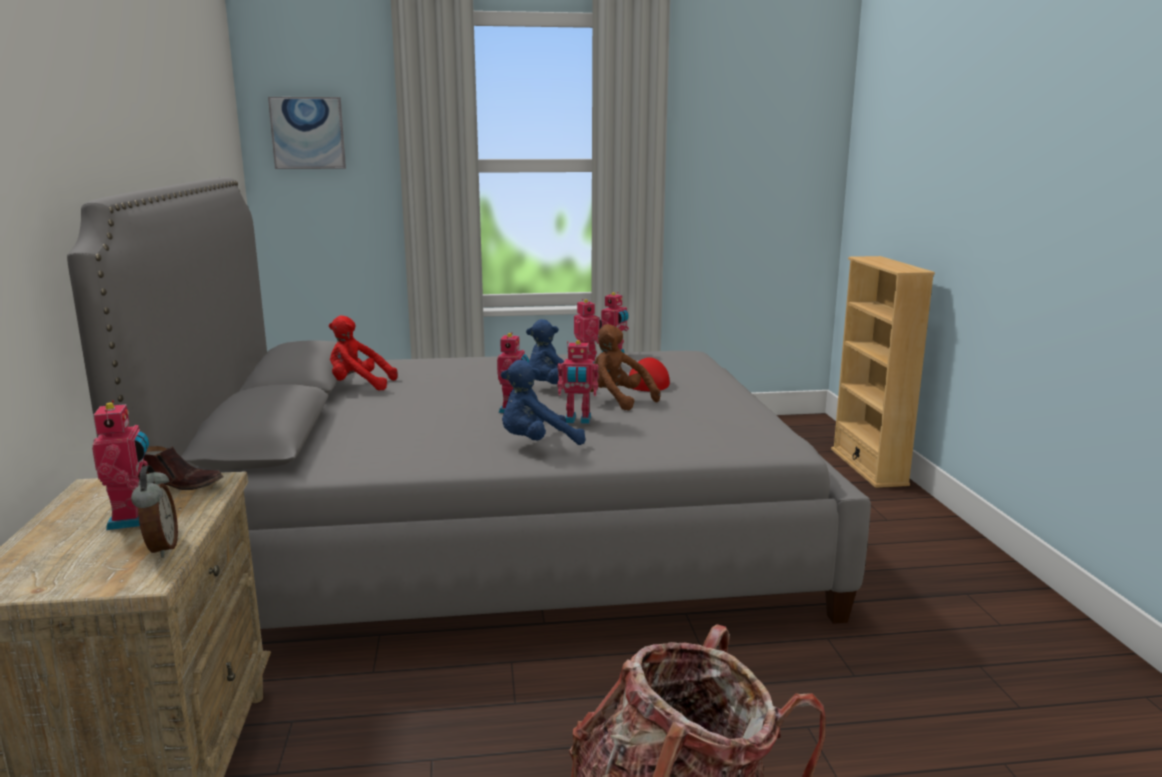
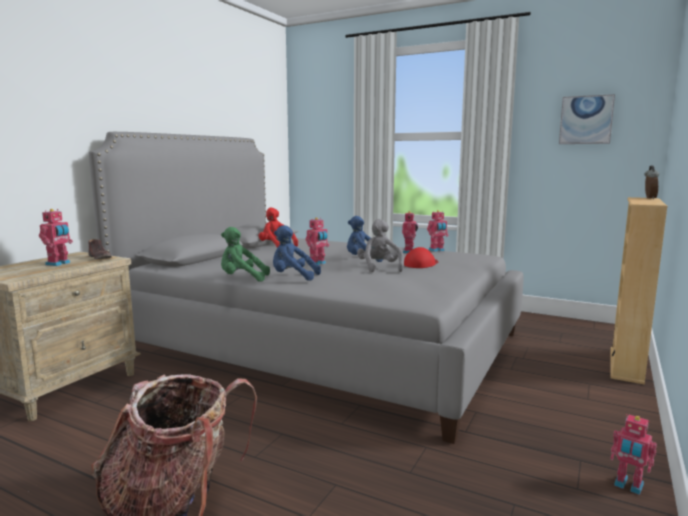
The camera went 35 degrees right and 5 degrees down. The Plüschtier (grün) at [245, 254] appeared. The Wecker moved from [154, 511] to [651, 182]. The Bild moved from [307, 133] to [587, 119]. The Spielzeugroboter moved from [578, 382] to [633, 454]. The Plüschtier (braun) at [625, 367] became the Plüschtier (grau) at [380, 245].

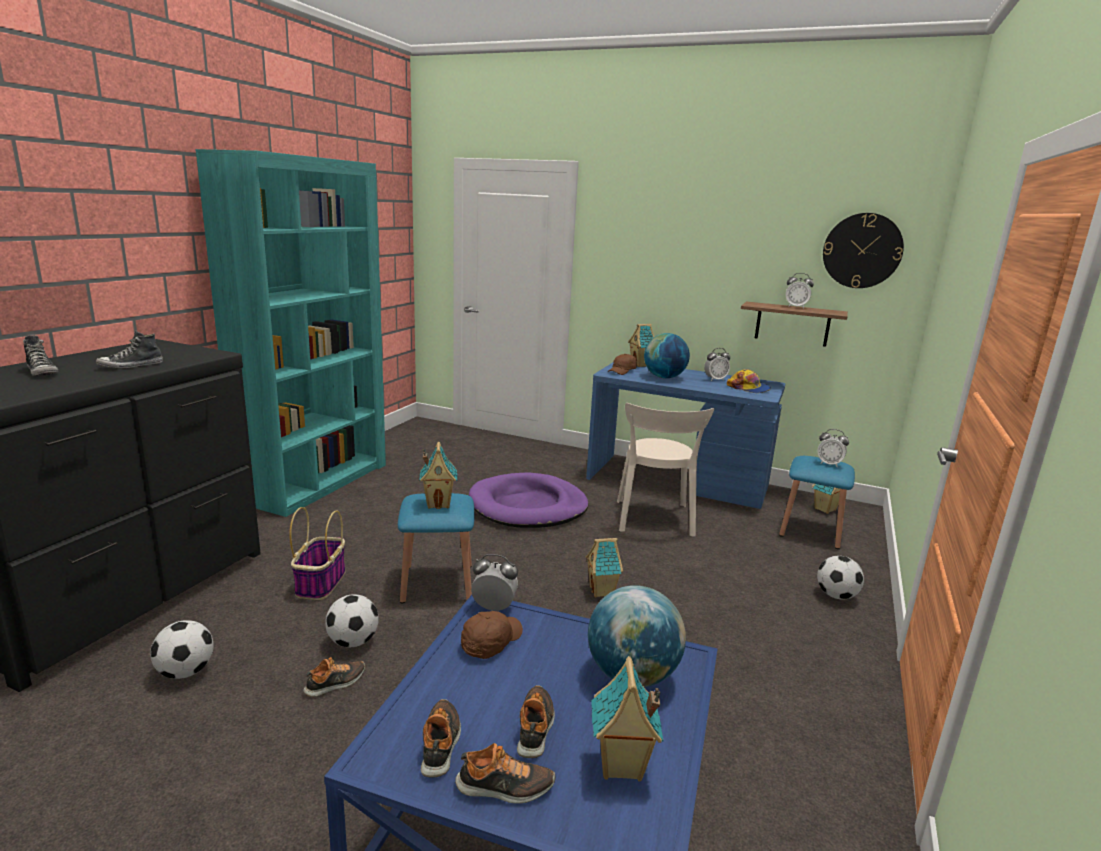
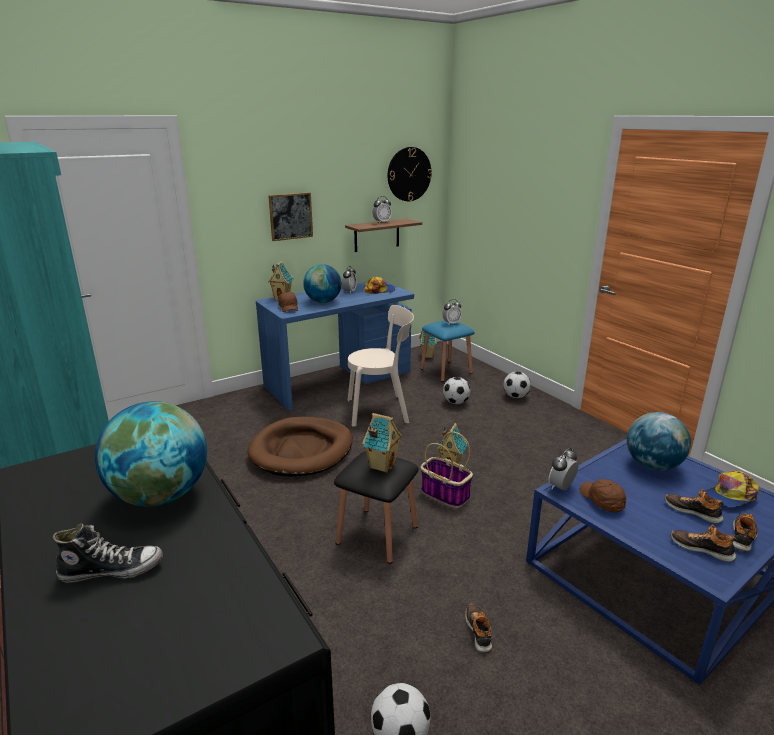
The camera went 55 degrees left and 5 degrees up. The Bild at [290, 216] appeared. The Korb moved from [317, 553] to [447, 469]. The Fußball moved from [352, 620] to [457, 390]. The Schuh at [129, 350] was replaced by the Globus at [151, 454]. The Spielzeughaus at [627, 719] was replaced by the Kappe at [731, 489]. The Hocker (blau) at [436, 548] became the Hocker (schwarz) at [376, 507]. The Hundebett (lila) at [528, 500] became the Hundebett (braun) at [300, 446]. The Stuhl (beige) at [665, 470] turned 45 degrees counterclockwise.

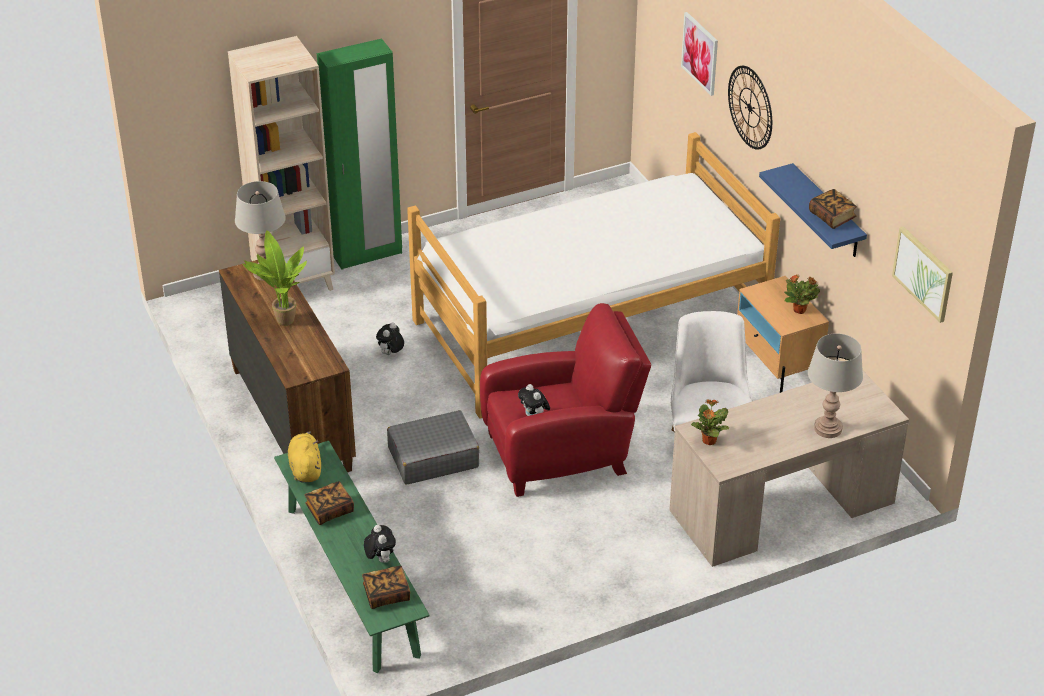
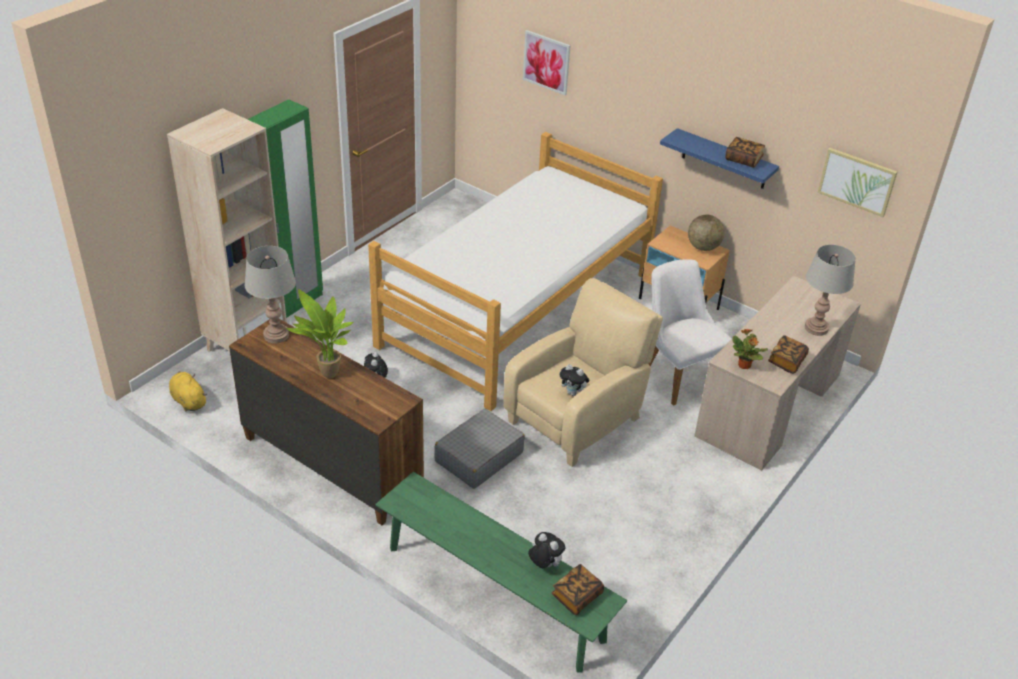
The camera went 30 degrees left and 0 degrees up. The Wanduhr at [750, 108] disappeared. The Plüschtier (gelb) moved from [304, 457] to [188, 391]. The Buch moved from [329, 503] to [788, 354]. The Topfpflanze at [802, 294] was replaced by the Globus at [706, 233]. The Sessel (rot) at [565, 400] became the Sessel (beige) at [583, 372].

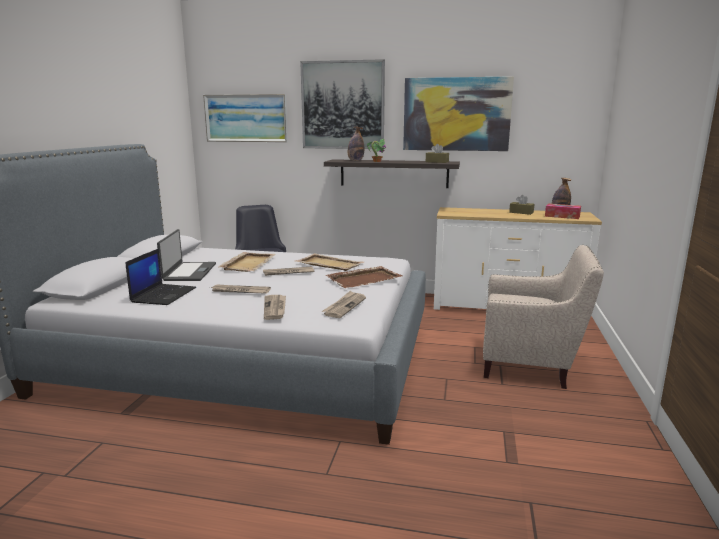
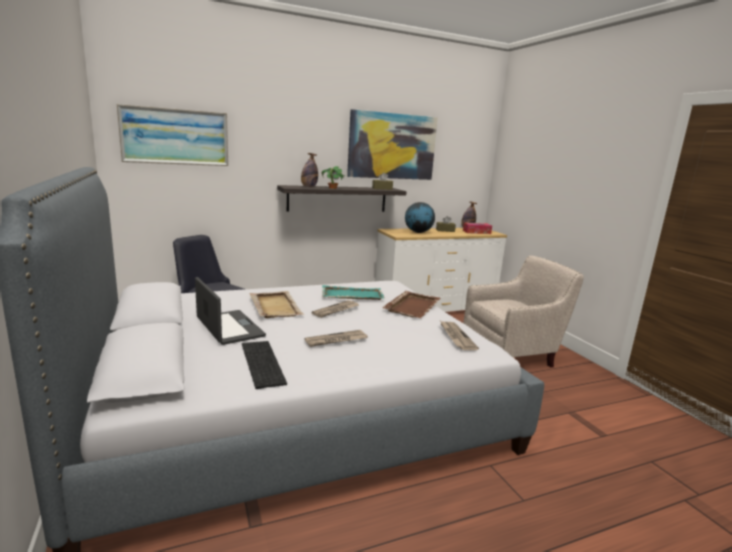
The camera went 35 degrees left and 0 degrees up. The Zeitung at [275, 307] disappeared. The Bild at [342, 104] disappeared. The Globus at [420, 217] appeared. The Laptop at [160, 276] was replaced by the Tastatur at [264, 365]. The Tablett (beige) at [330, 262] became the Tablett (türkis) at [353, 292].

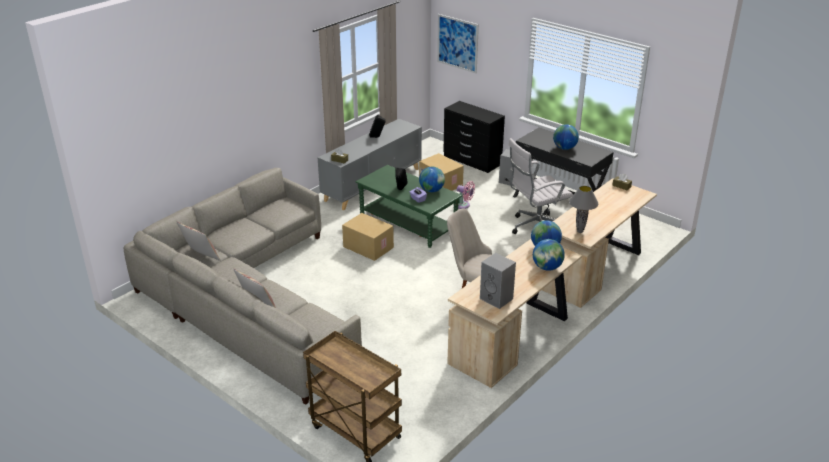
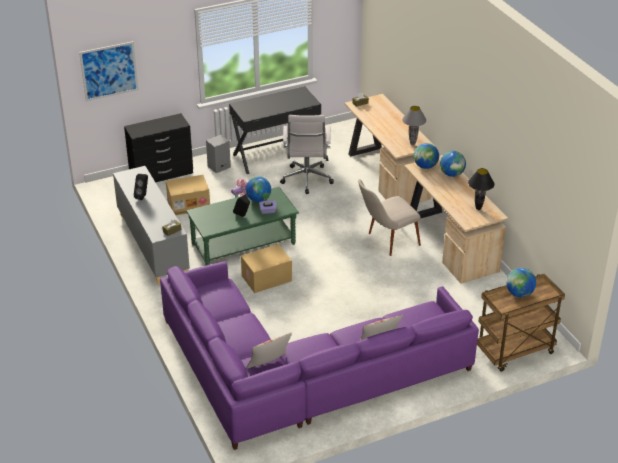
The camera went 65 degrees left and 5 degrees up. The Globus moved from [566, 137] to [521, 283]. The Lautsprecher (grau) at [498, 281] was replaced by the Tischlampe (schwarz) at [481, 189]. The Sofa (grau) at [243, 286] became the Sofa (lila) at [319, 355].

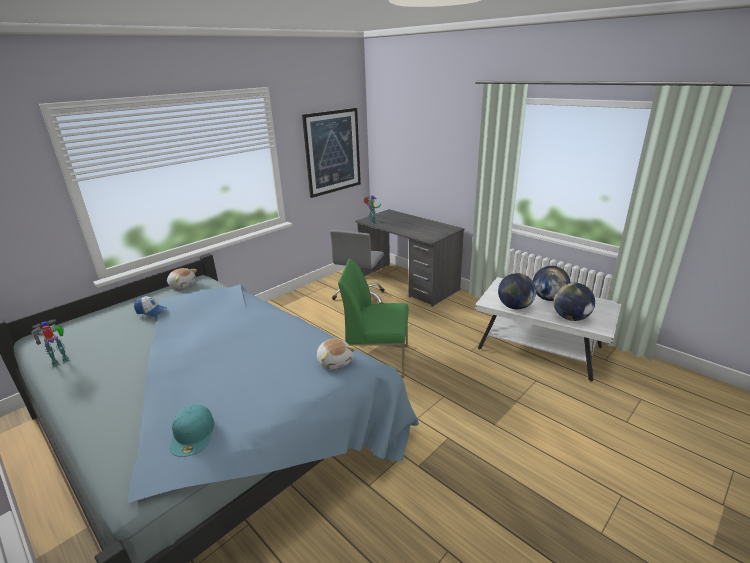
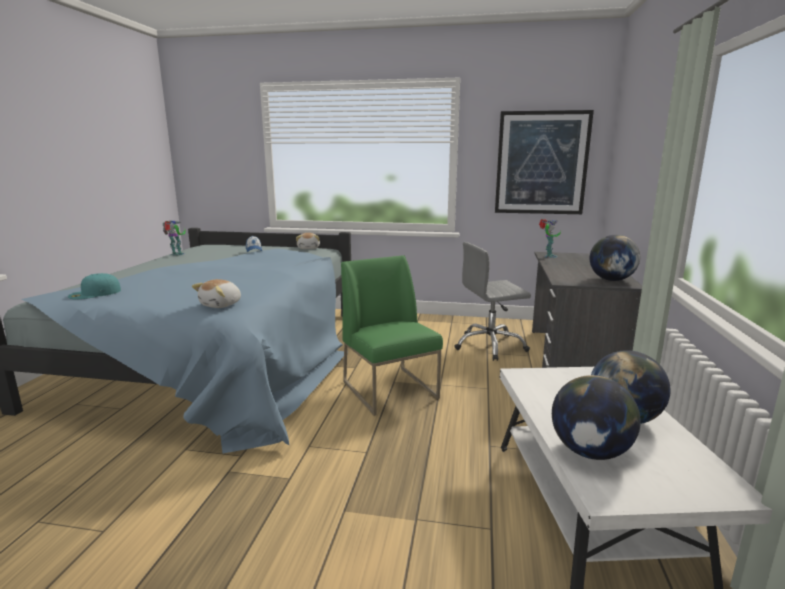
The camera went 55 degrees right and 10 degrees down. The Globus moved from [517, 291] to [615, 258].

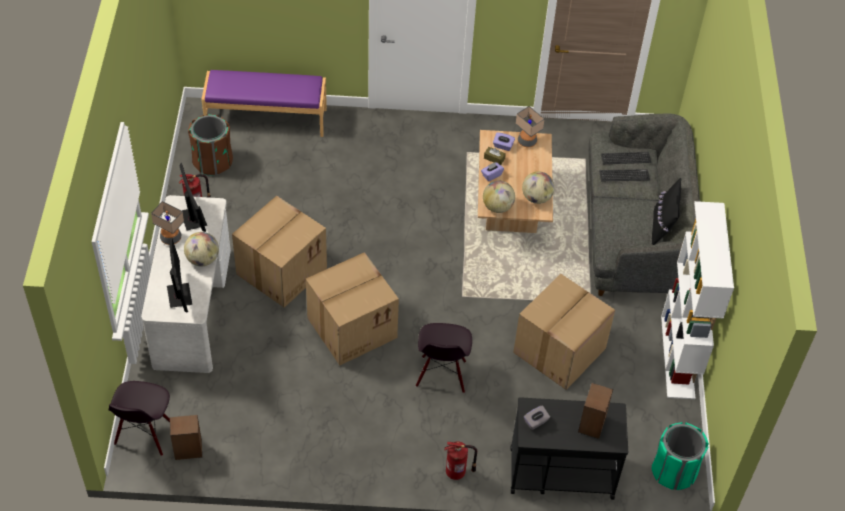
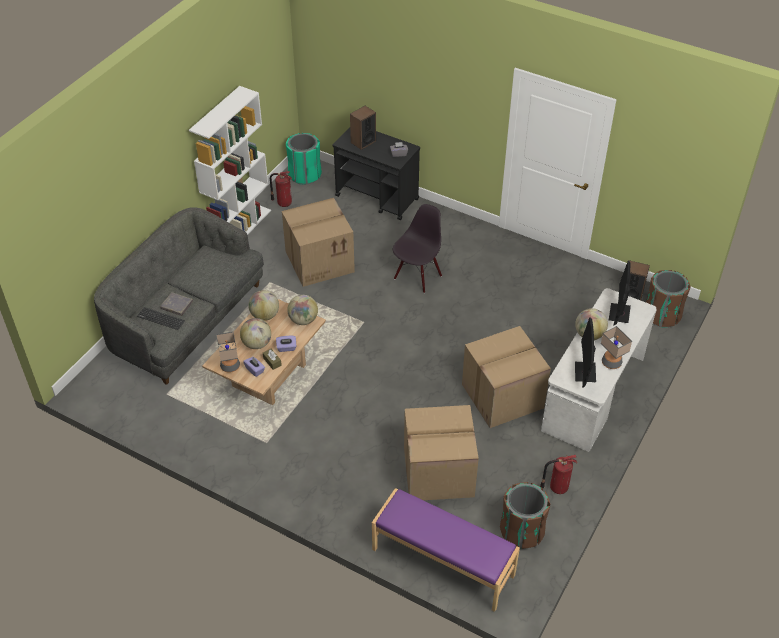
The camera went 150 degrees left and 5 degrees down. The Kissen (schwarz) at [666, 211] disappeared. The Globus at [255, 333] appeared. The Karton moved from [352, 308] to [441, 452]. The Feuerlöscher moved from [460, 460] to [281, 189]. The Stuhl (schwarz) at [139, 418] was replaced by the Mülleimer (braun) at [668, 298]. The Tastatur at [624, 175] was replaced by the Buch (grau) at [176, 304].

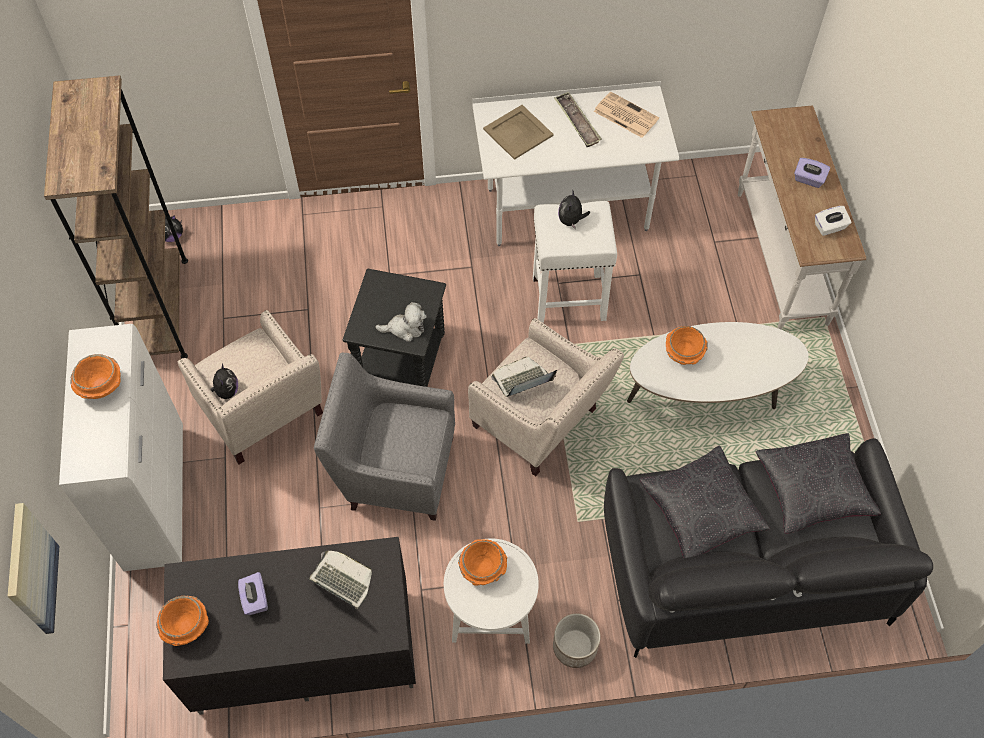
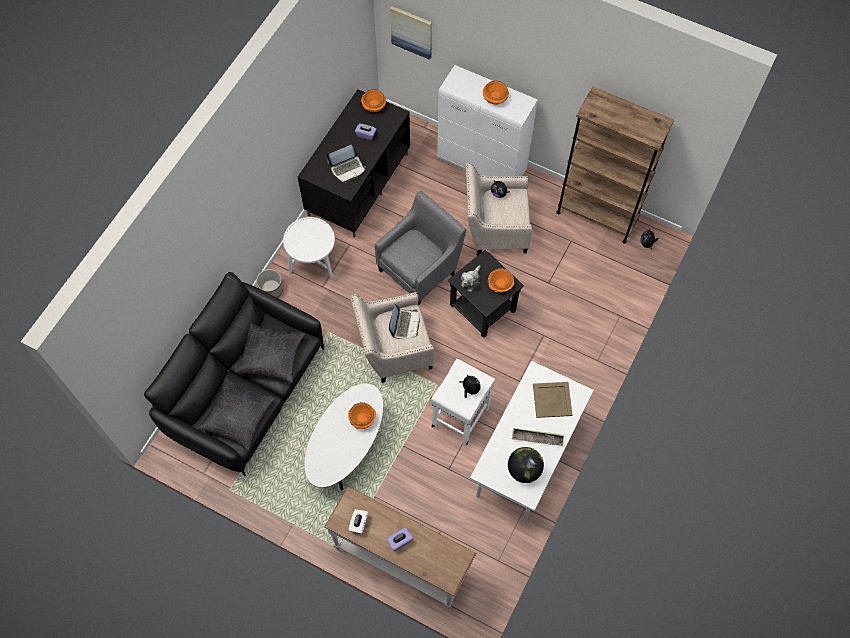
The camera went 125 degrees right and 5 degrees up. The Schüssel (orange) moved from [482, 562] to [501, 280]. The Zeitung at [626, 115] was replaced by the Globus at [526, 465].

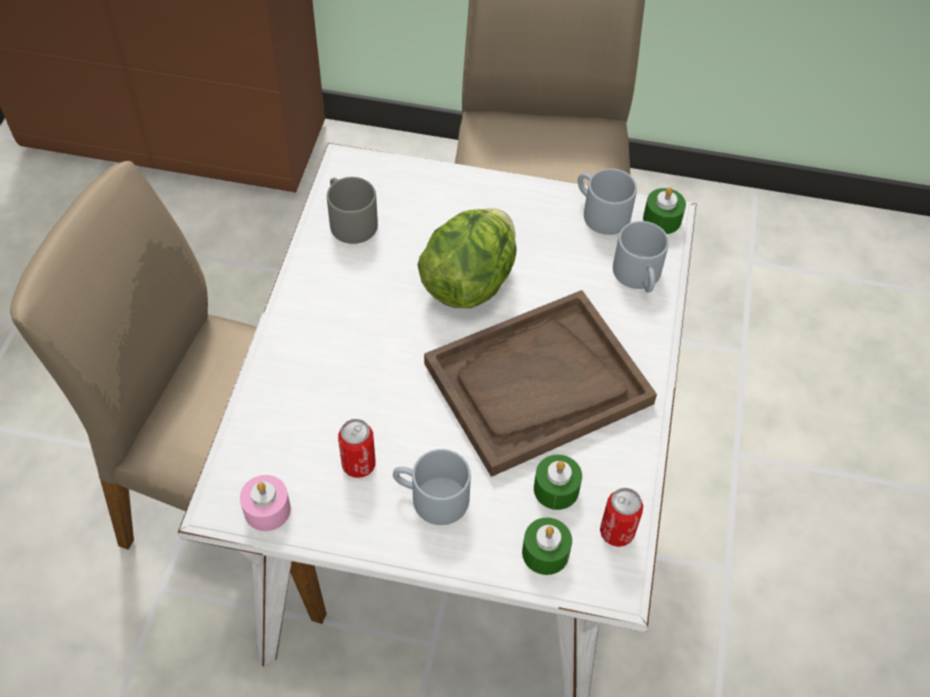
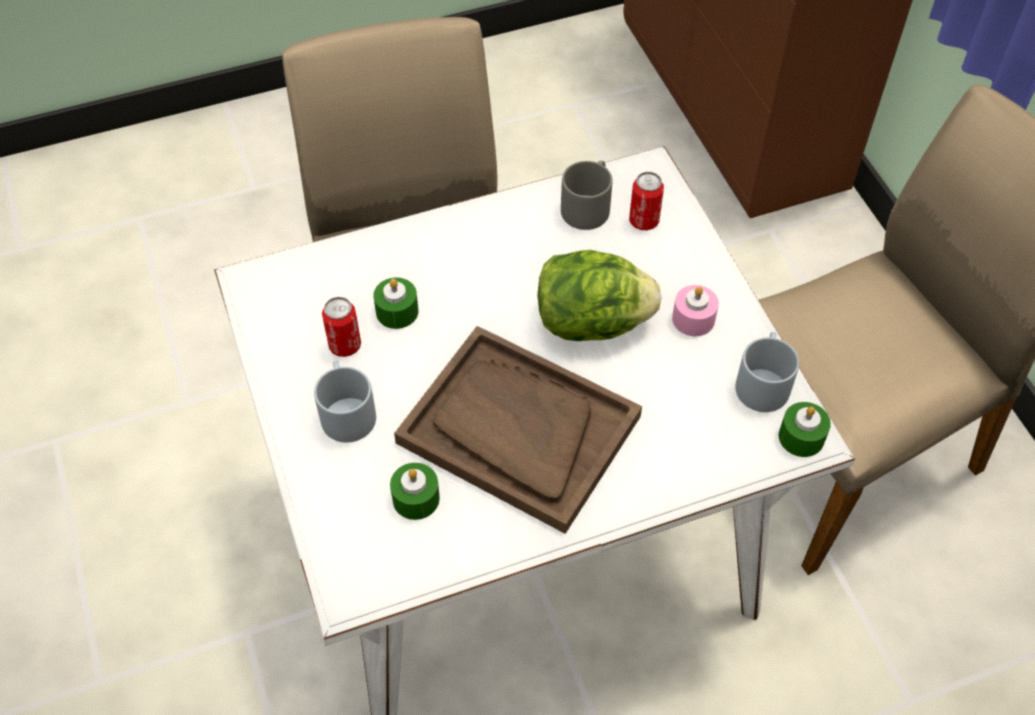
The camera went 60 degrees right and 0 degrees up. The Henkelbecher (grau) at [641, 257] disappeared. The Kerze (rosa) moved from [265, 503] to [695, 310]. The Kerze (grün) moved from [547, 546] to [395, 303]. The Dose moved from [621, 517] to [646, 201].

